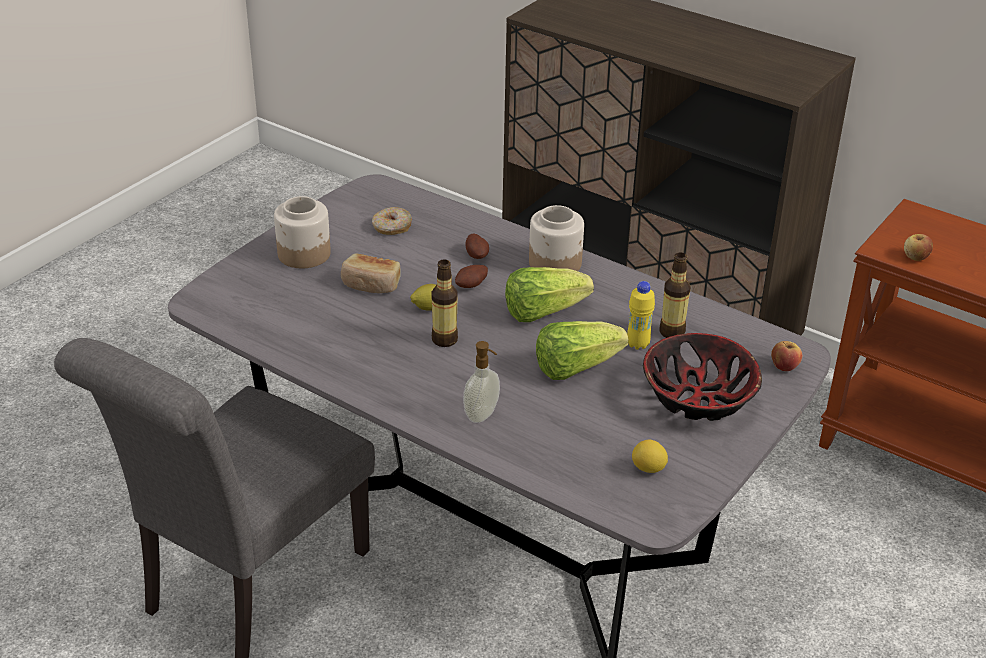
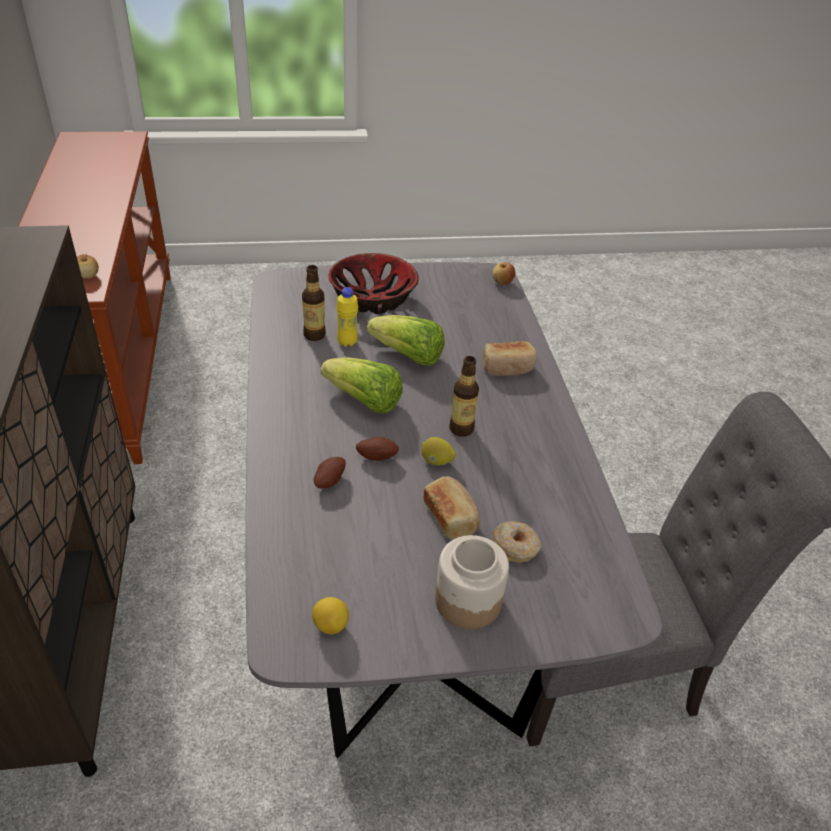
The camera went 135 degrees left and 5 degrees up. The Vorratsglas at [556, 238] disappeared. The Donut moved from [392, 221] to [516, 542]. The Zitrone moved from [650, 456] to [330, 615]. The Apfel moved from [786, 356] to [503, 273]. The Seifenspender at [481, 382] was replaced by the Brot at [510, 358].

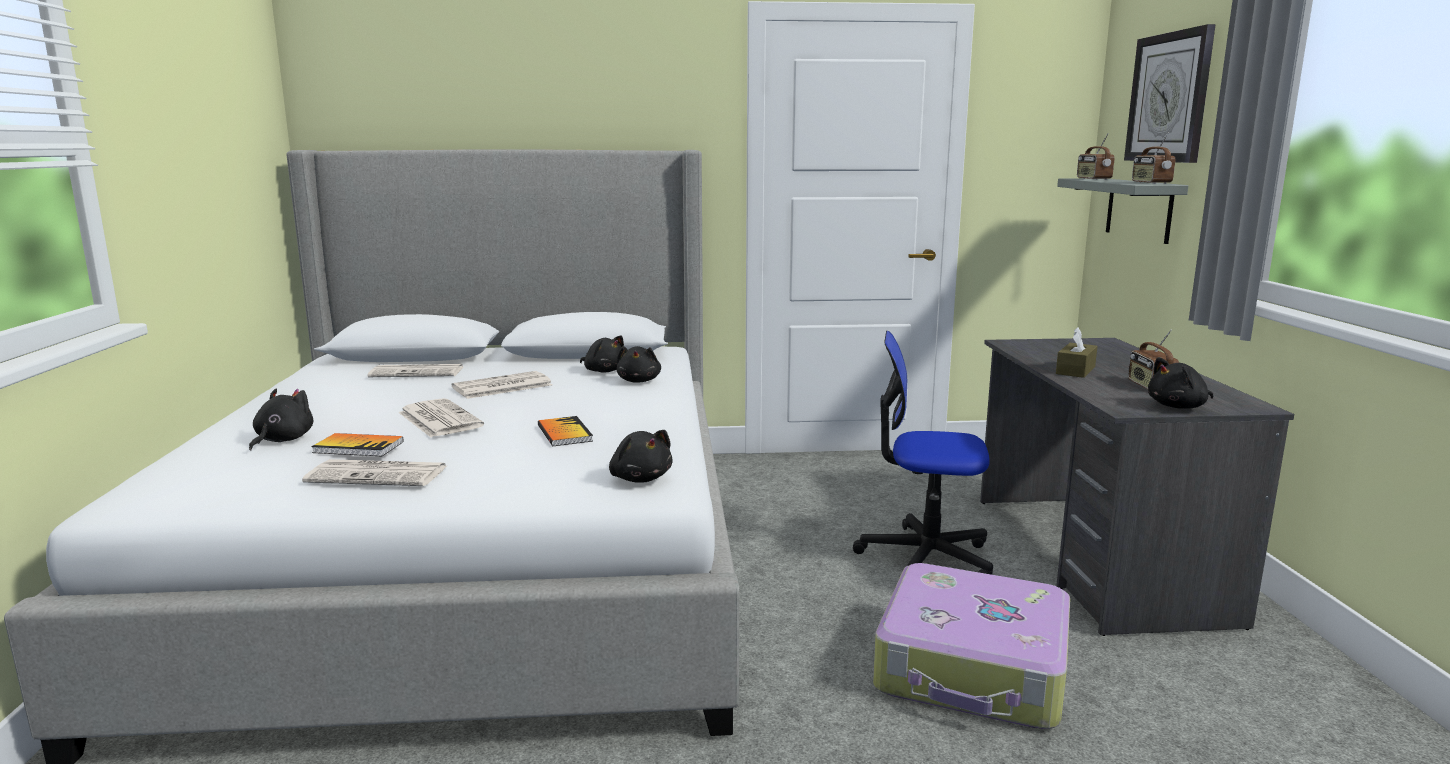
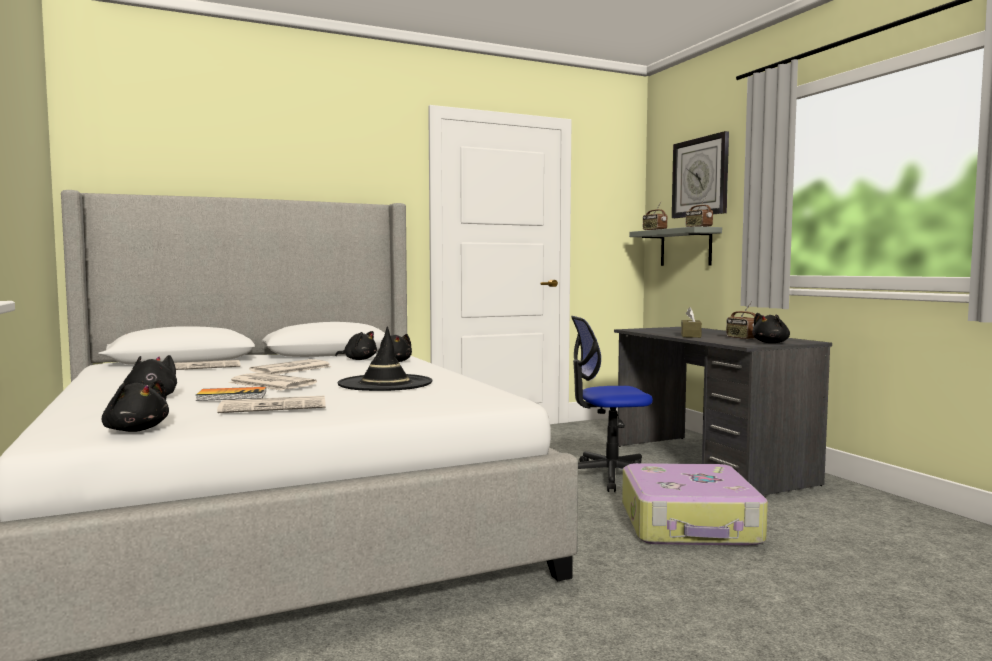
The camera went 20 degrees left and 10 degrees down. The Plüschtier (schwarz) moved from [641, 456] to [135, 406]. The Buch at [565, 431] was replaced by the Hut (schwarz) at [384, 359].

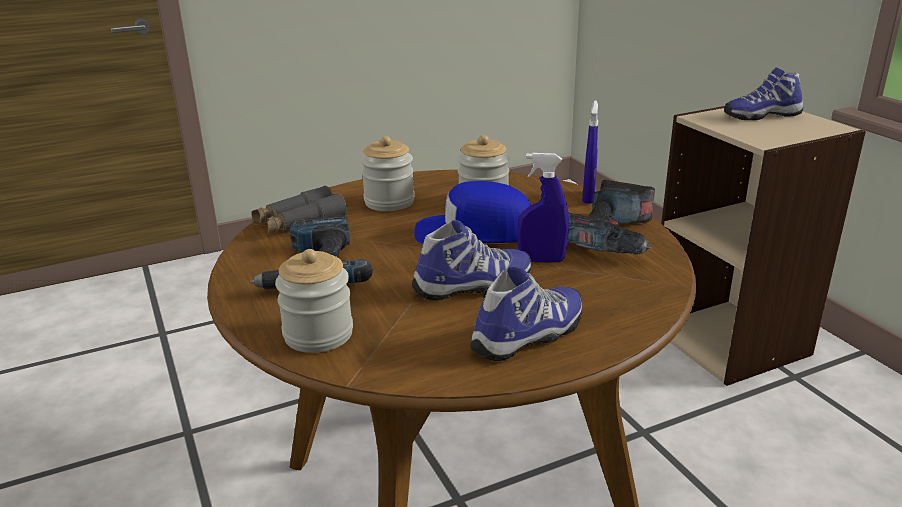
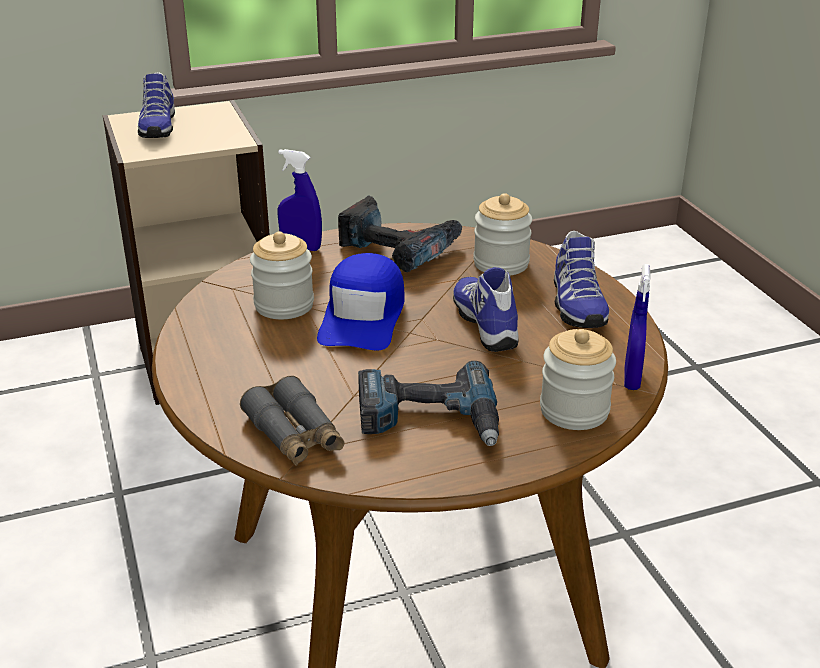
The camera went 85 degrees left and 5 degrees up. The Vorratsglas moved from [387, 173] to [502, 234]. The Sprühflasche (blau) moved from [543, 207] to [637, 327]. The Schuh at [526, 314] turned 150 degrees counterclockwise.

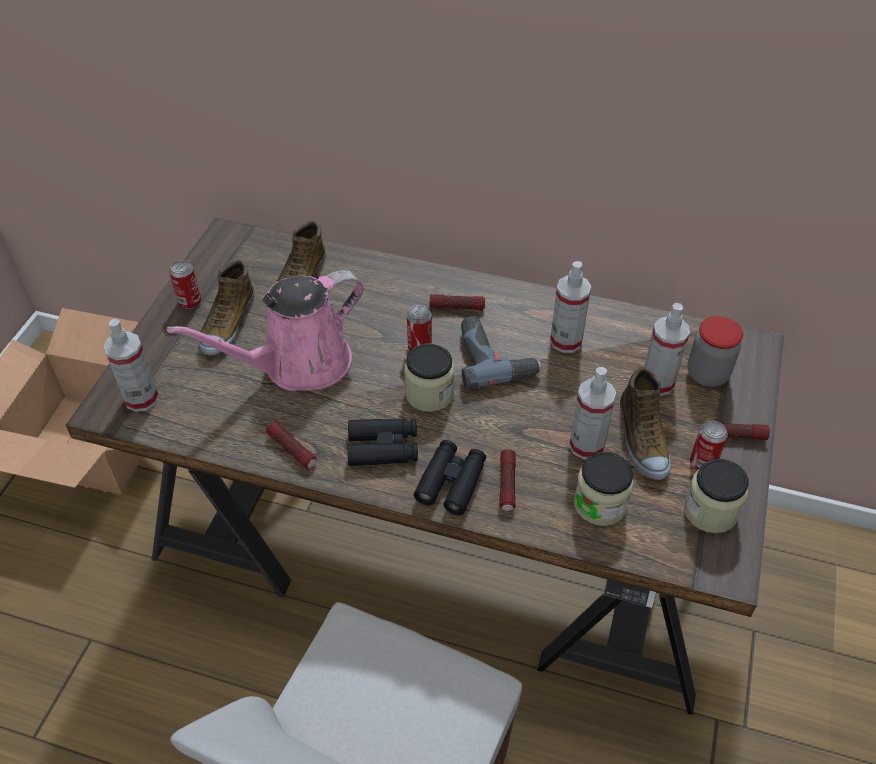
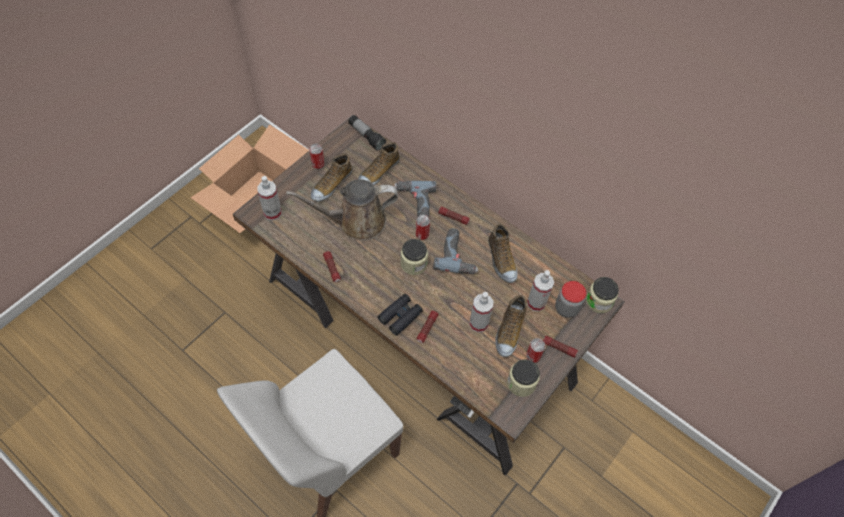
The camera went 20 degrees right and 10 degrees up. The Fernglas (schwarz) at [383, 442] disappeared. The Taschenlampe at [367, 133] appeared. The Bohrmaschine at [415, 199] appeared. The Vorratsglas moved from [604, 489] to [602, 295]. The Sprühflasche at [570, 307] was replaced by the Schuh at [502, 253]. The Gießkanne (rosa) at [265, 330] became the Gießkanne (braun) at [342, 210].

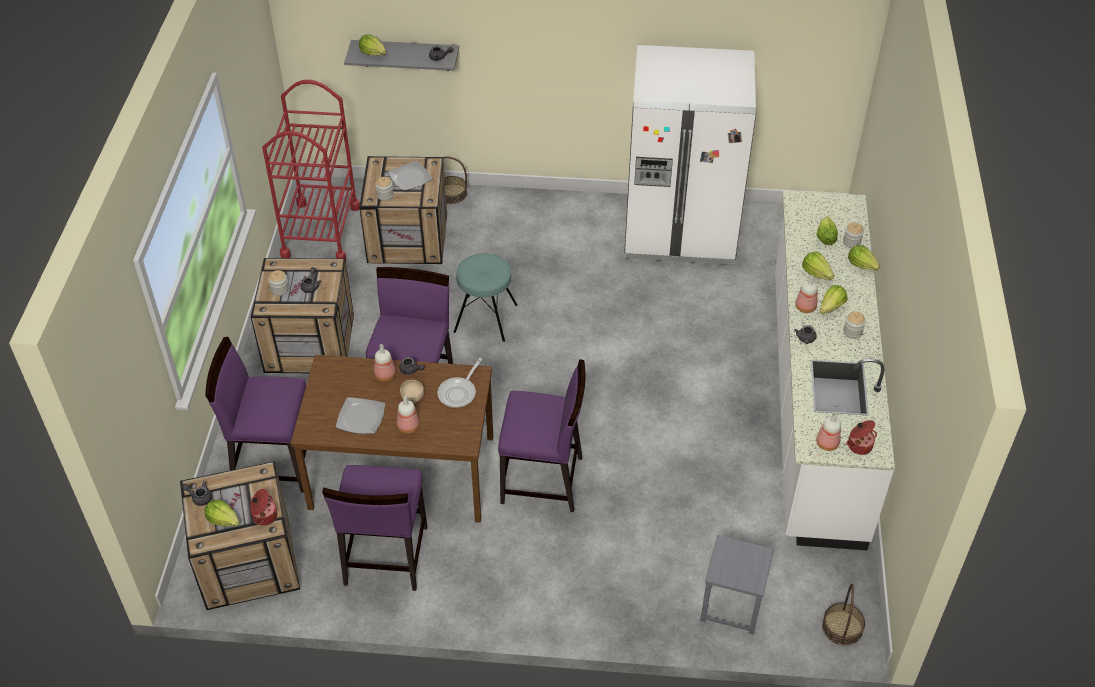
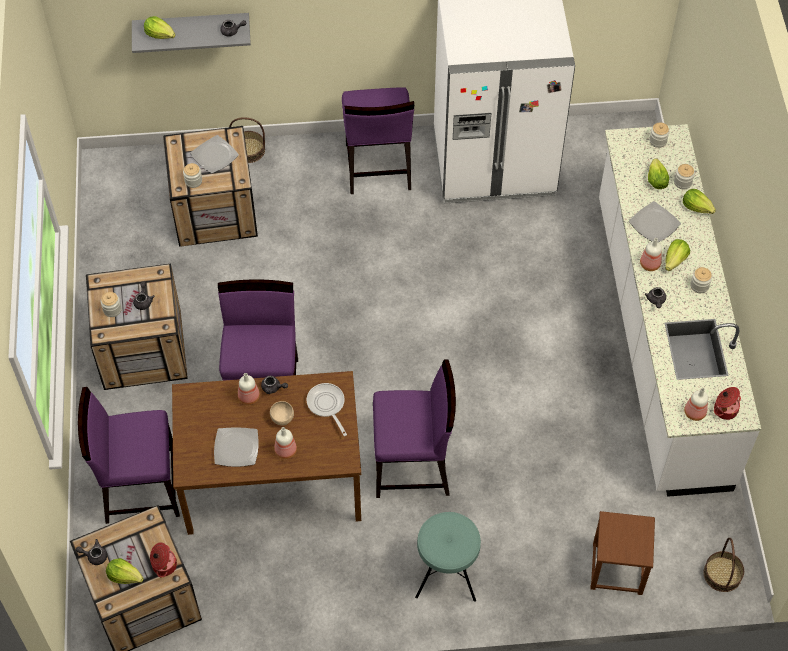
The camera went 10 degrees left and 10 degrees up. The Rollwagen (rot) at [311, 170] disappeared. The Vorratsglas at [659, 135] appeared. The Stuhl (lila) moved from [375, 528] to [378, 140]. The Hocker (türkis) moved from [486, 297] to [448, 557]. The Salatkopf at [818, 265] was replaced by the Teller at [655, 221]. The Hocker (grau) at [737, 585] became the Hocker (braun) at [622, 553]. The Pfanne at [459, 383] turned 135 degrees clockwise.

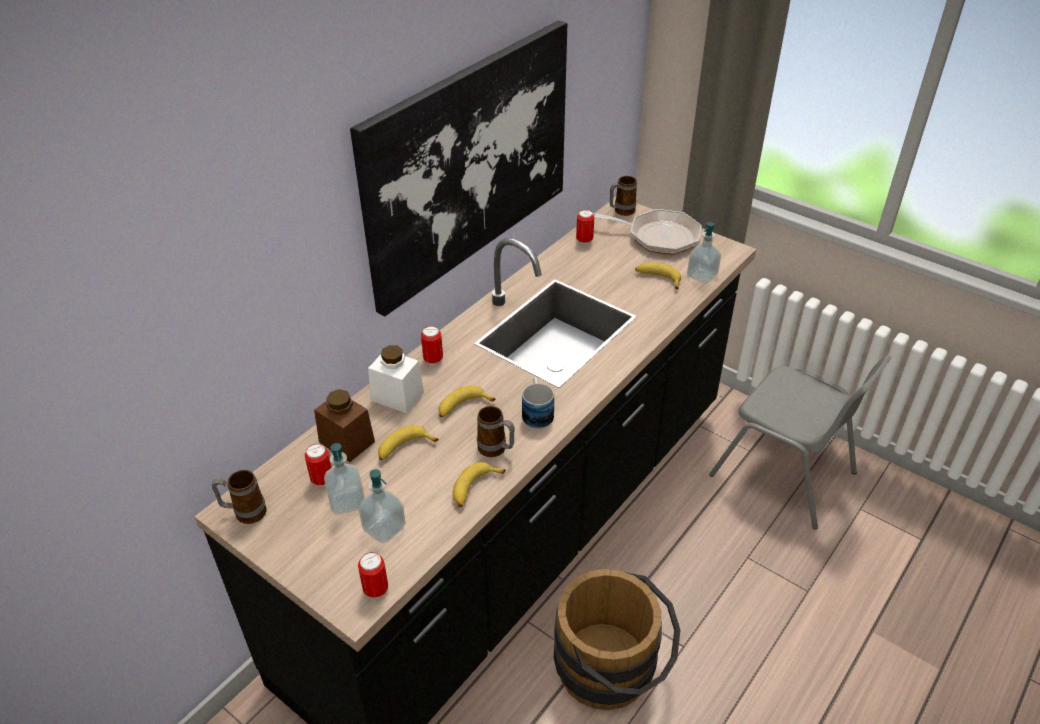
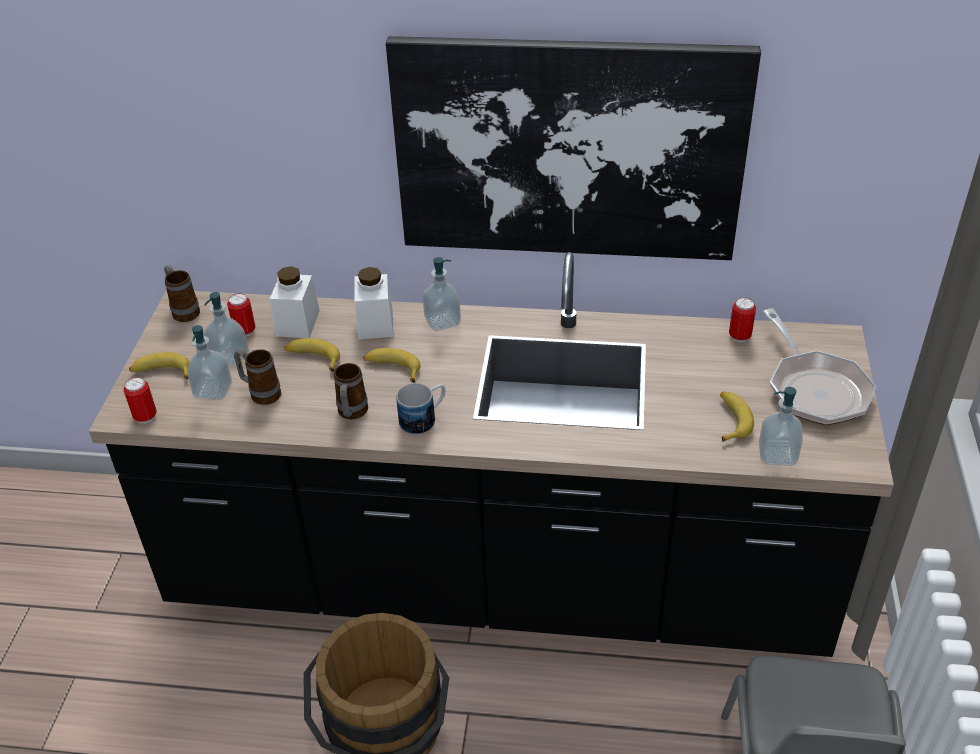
The camera went 60 degrees right and 0 degrees up. The Banane moved from [479, 484] to [159, 365]. The Henkelbecher moved from [623, 196] to [257, 377]. The Dose at [432, 345] was replaced by the Seifenspender at [442, 294]. The Vorratsglas (braun) at [344, 425] became the Vorratsglas (weiß) at [295, 302].

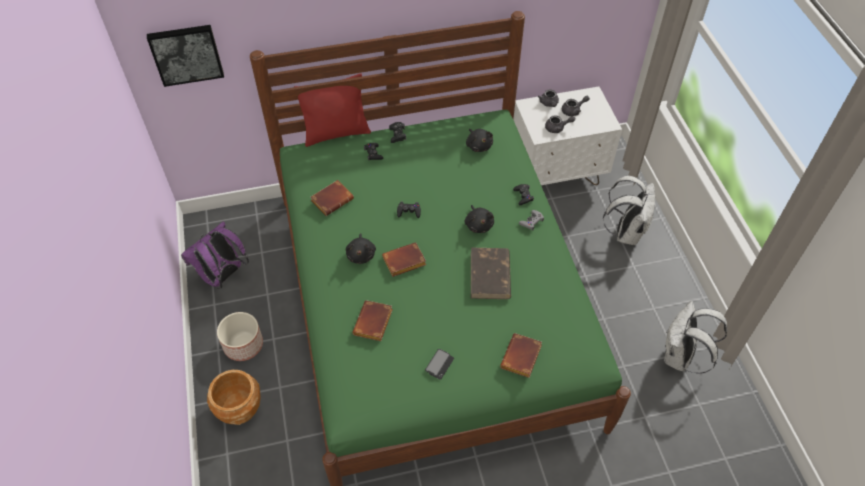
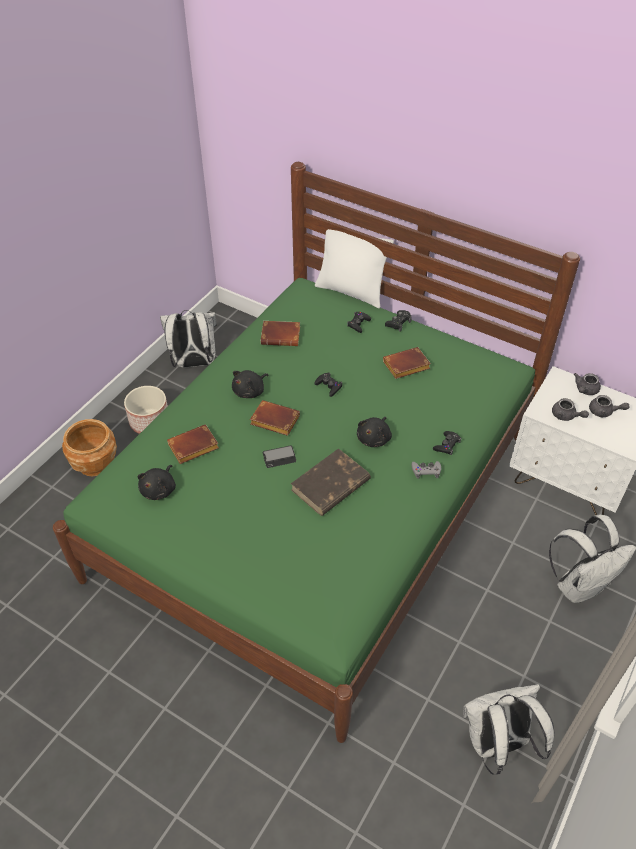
The camera went 45 degrees right and 5 degrees down. The Bild at [185, 56] disappeared. The Handy moved from [439, 364] to [279, 456]. The Plüschtier (schwarz) moved from [479, 140] to [157, 482]. The Buch (braun) moved from [521, 355] to [407, 363]. The Rucksack (lila) at [215, 255] became the Rucksack (weiß) at [188, 339]. The Kissen (rot) at [332, 110] became the Kissen (weiß) at [354, 263].

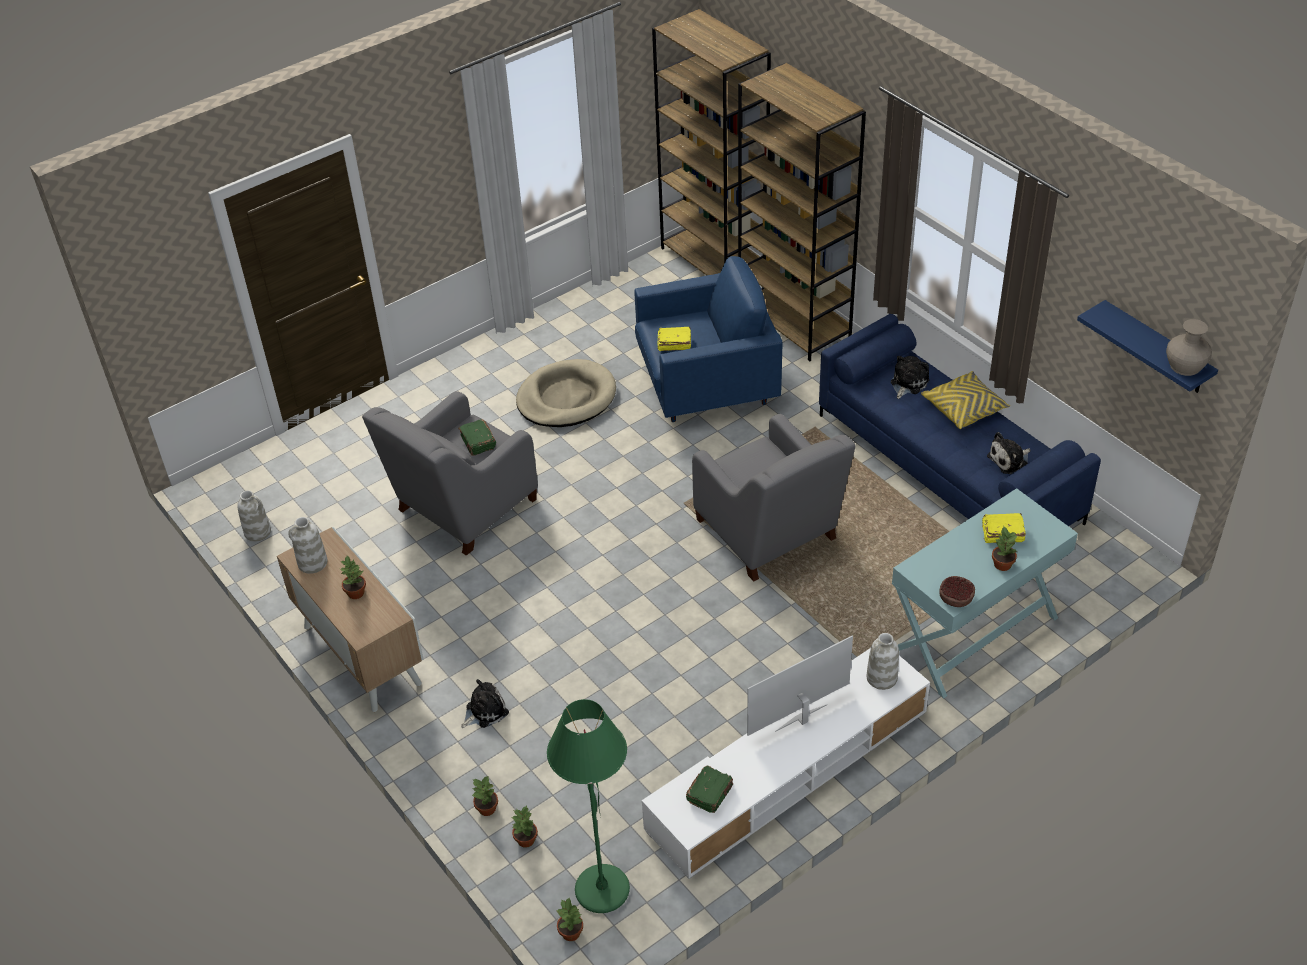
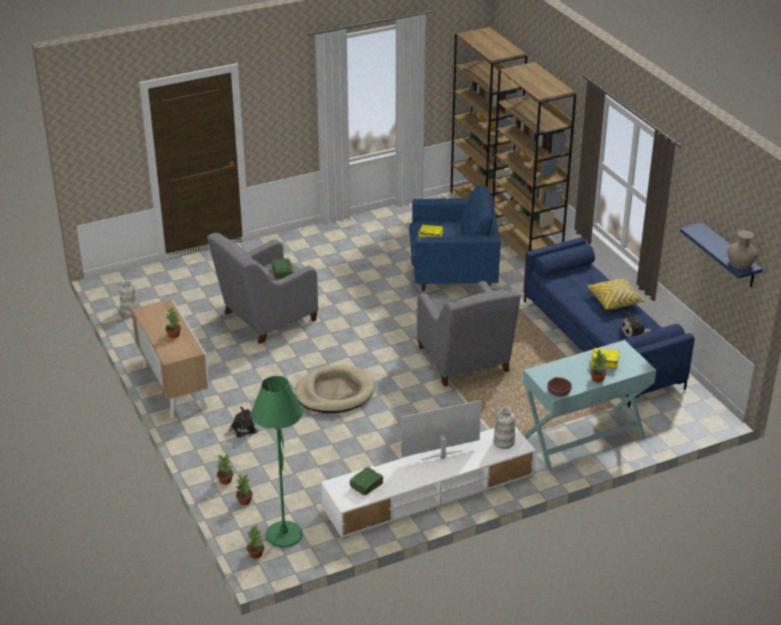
The camera went 10 degrees right and 10 degrees down. The Vase (weiß) at [308, 545] disappeared. The Plüschtier at [910, 377] disappeared. The Hundebett (beige) moved from [566, 393] to [334, 389].

